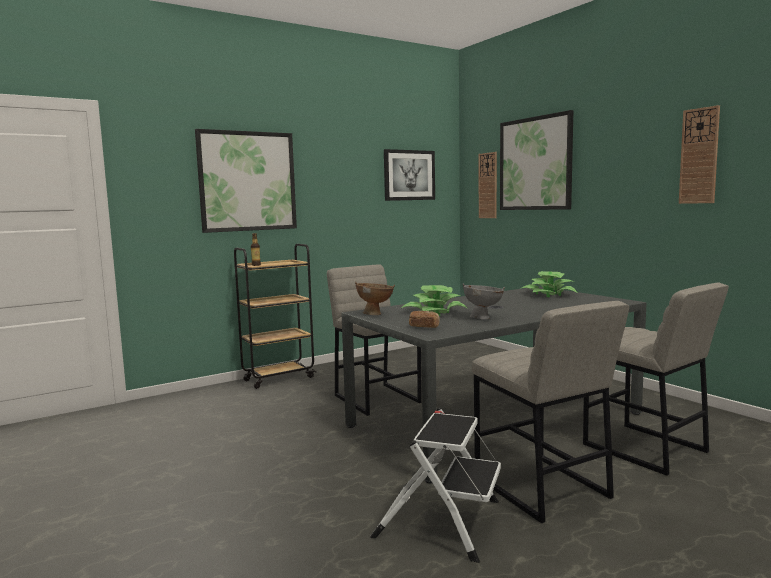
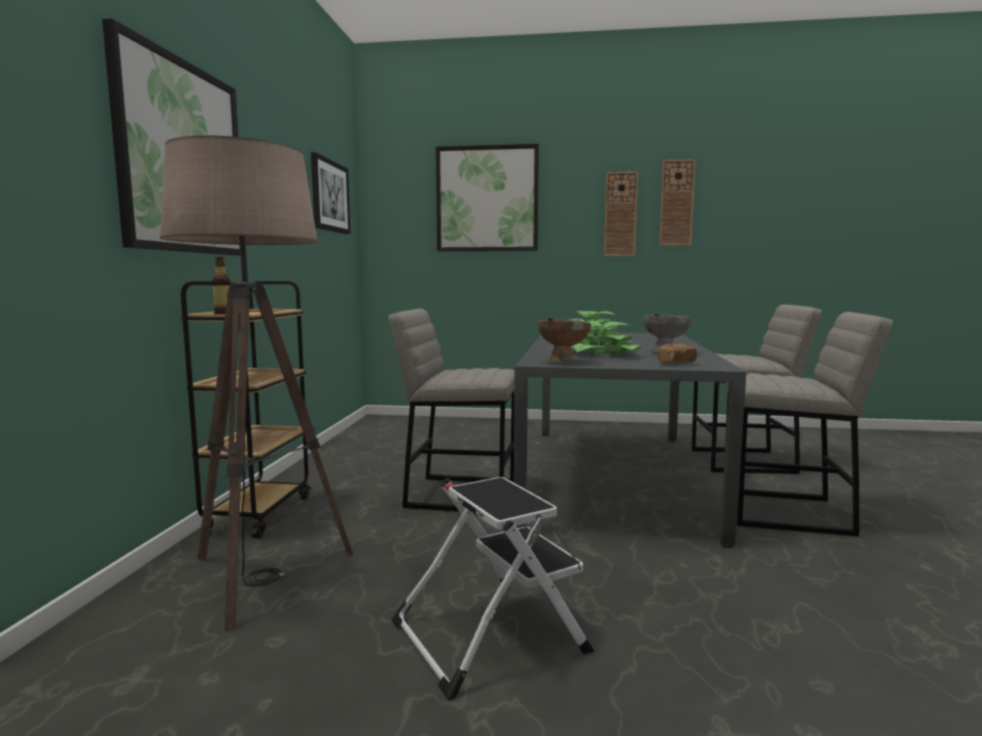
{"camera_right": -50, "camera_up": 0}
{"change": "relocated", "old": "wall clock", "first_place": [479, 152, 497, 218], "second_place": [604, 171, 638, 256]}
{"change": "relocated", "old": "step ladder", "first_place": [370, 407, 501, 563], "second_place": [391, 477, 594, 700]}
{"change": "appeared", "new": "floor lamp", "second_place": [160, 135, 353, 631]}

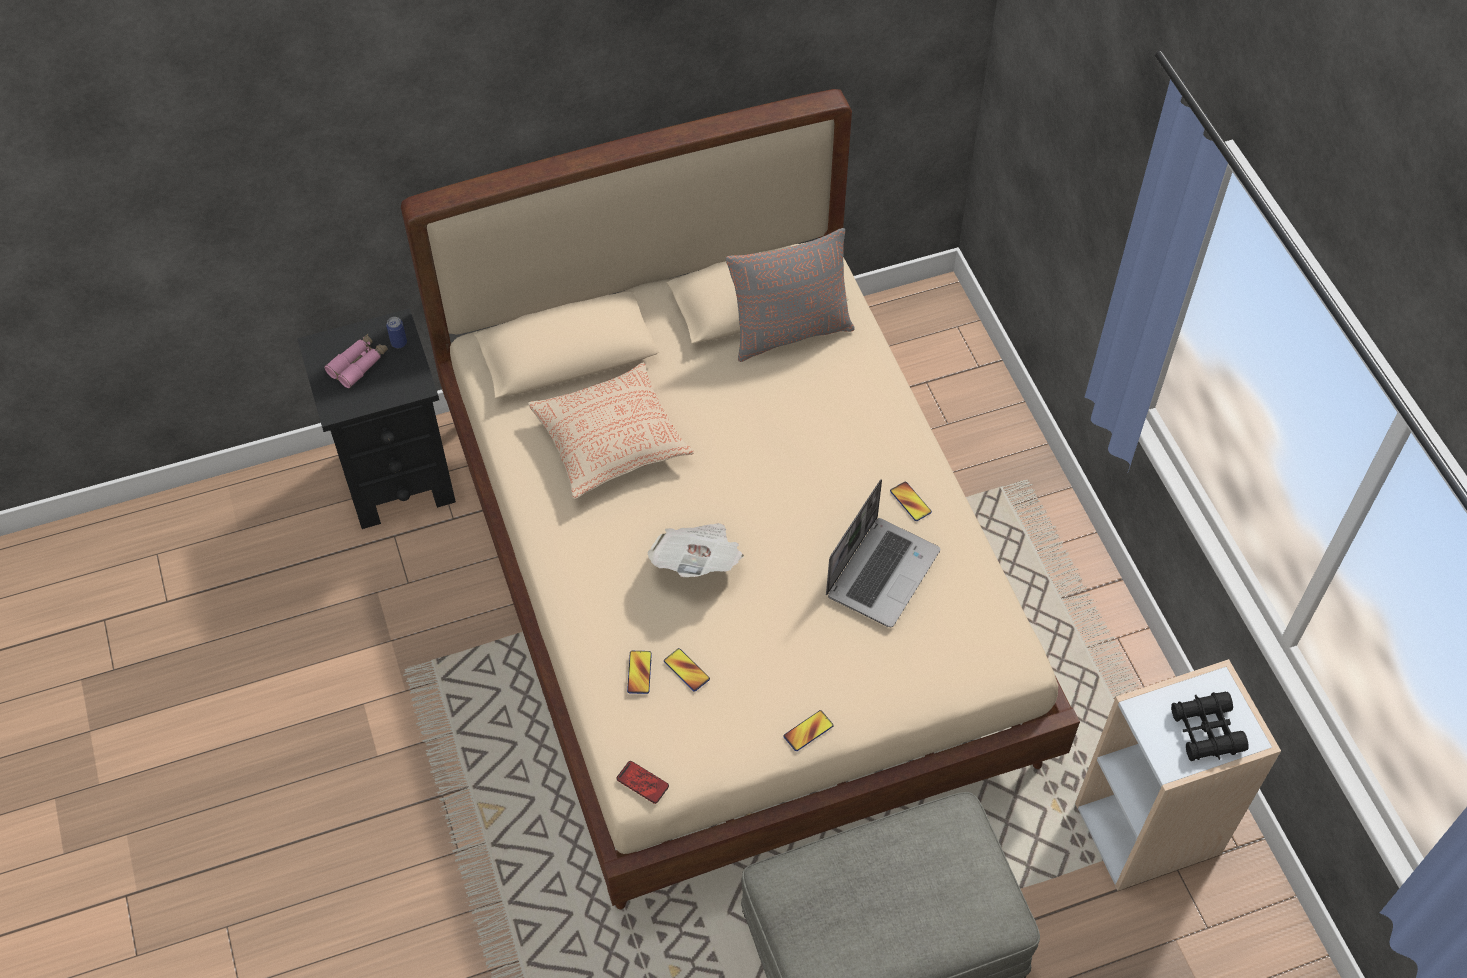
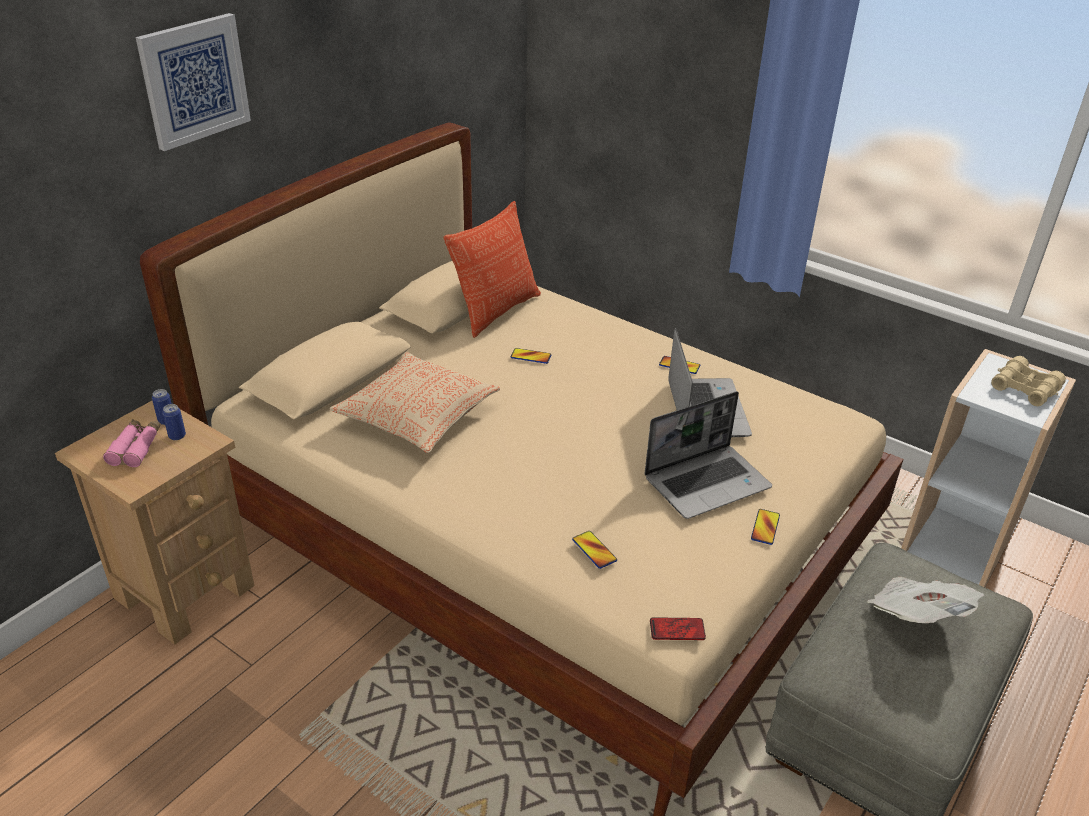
{"camera_right": -35, "camera_up": -20}
{"change": "colour", "old": "pillow (grey)", "new": "pillow (orange)", "first_place": [726, 228, 855, 362], "second_place": [444, 201, 541, 338]}
{"change": "colour", "old": "nightstand (black)", "new": "nightstand (beige)", "first_place": [297, 308, 456, 529], "second_place": [55, 401, 255, 645]}
{"change": "relocated", "old": "newspaper", "first_place": [647, 523, 744, 577], "second_place": [867, 577, 984, 623]}
{"change": "relocated", "old": "phone", "first_place": [664, 648, 710, 692], "second_place": [511, 348, 552, 364]}
{"change": "colour", "old": "binoculars (black)", "new": "binoculars (beige)", "first_place": [1171, 691, 1249, 761], "second_place": [991, 356, 1066, 406]}
{"change": "appeared", "new": "picture", "second_place": [136, 13, 251, 151]}
{"change": "appeared", "new": "laptop", "second_place": [645, 391, 772, 519]}
{"change": "appeared", "new": "can", "second_place": [162, 404, 186, 440]}

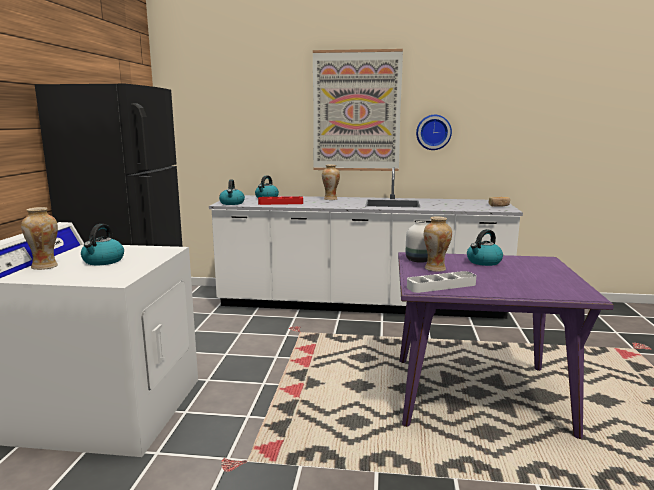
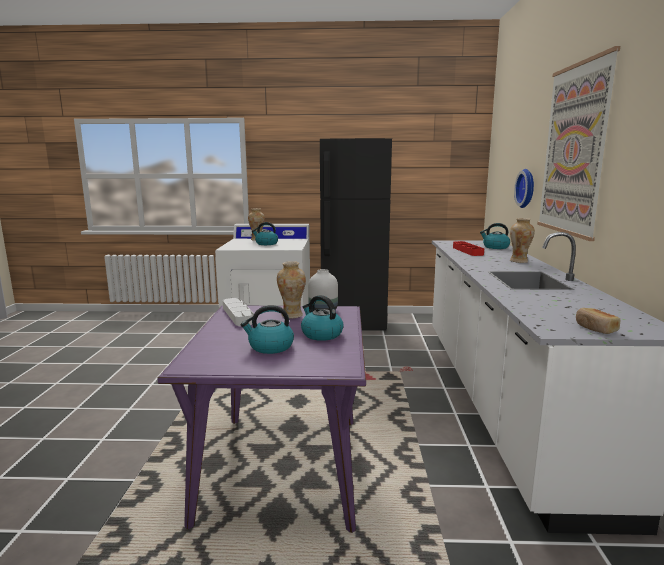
{"camera_right": 85, "camera_up": 0}
{"change": "relocated", "old": "wall clock", "first_place": [416, 115, 452, 150], "second_place": [514, 169, 534, 208]}
{"change": "relocated", "old": "kettle", "first_place": [219, 179, 245, 205], "second_place": [240, 305, 294, 354]}

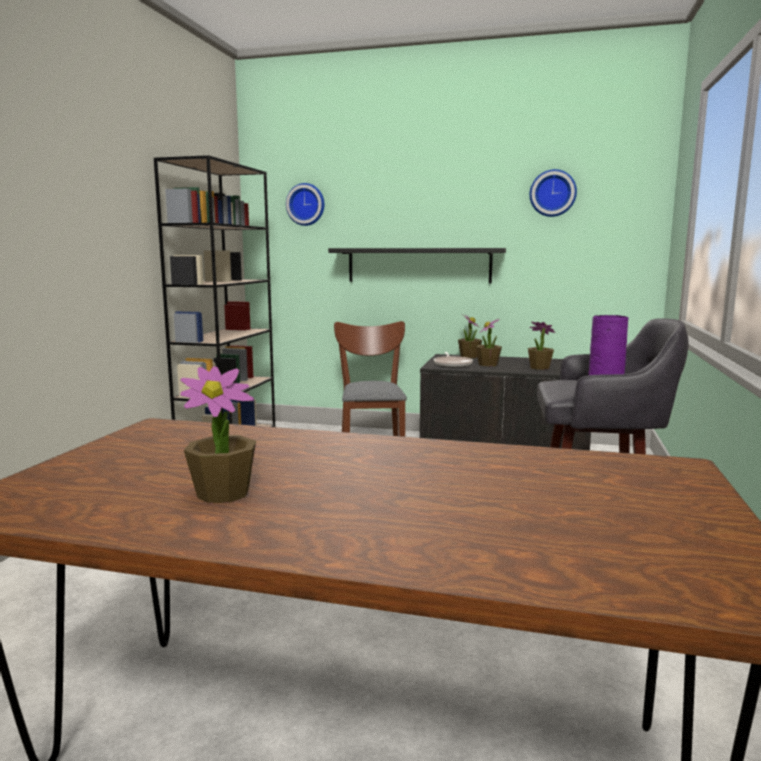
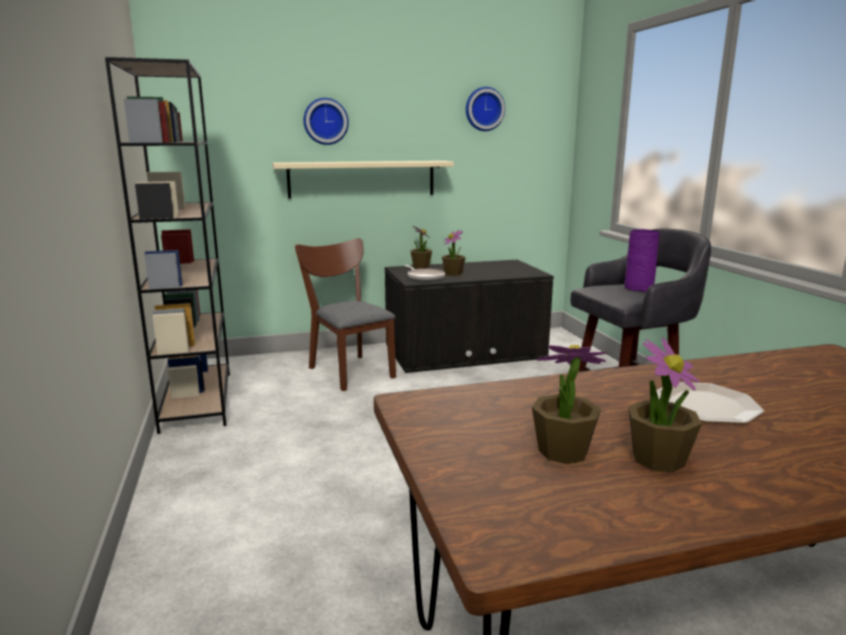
{"camera_right": -30, "camera_up": 5}
{"change": "relocated", "old": "wall clock", "first_place": [286, 183, 324, 226], "second_place": [303, 98, 349, 145]}
{"change": "colour", "old": "shelf (black)", "new": "shelf (beige)", "first_place": [328, 248, 506, 283], "second_place": [272, 161, 454, 199]}
{"change": "relocated", "old": "potted plant", "first_place": [528, 322, 556, 370], "second_place": [532, 345, 607, 464]}
{"change": "appeared", "new": "plate", "second_place": [656, 382, 764, 424]}

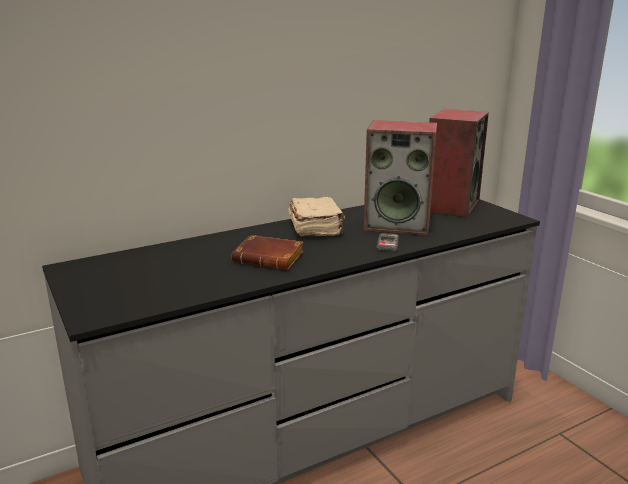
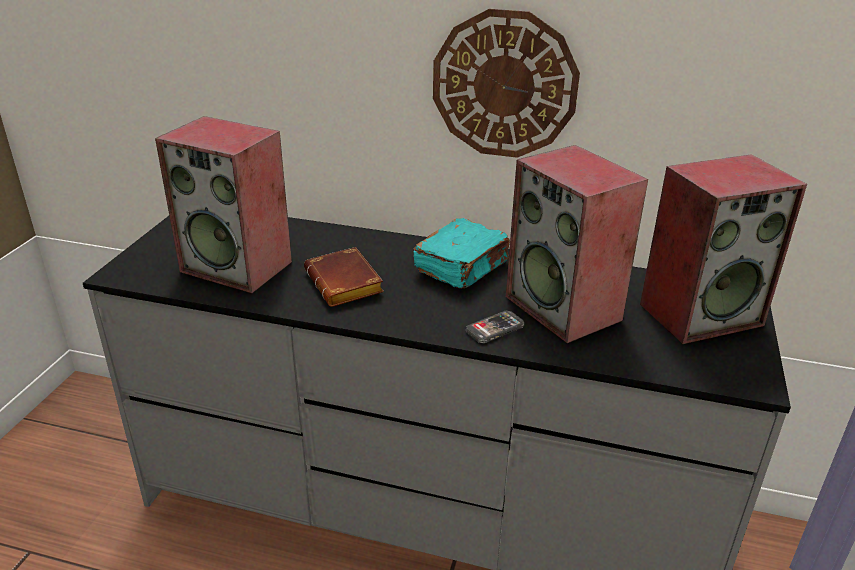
{"camera_right": 45, "camera_up": 10}
{"change": "colour", "old": "book (beige)", "new": "book (turquoise)", "first_place": [288, 197, 345, 236], "second_place": [413, 218, 510, 288]}
{"change": "appeared", "new": "wall clock", "second_place": [433, 9, 580, 158]}
{"change": "appeared", "new": "speaker", "second_place": [155, 116, 292, 293]}

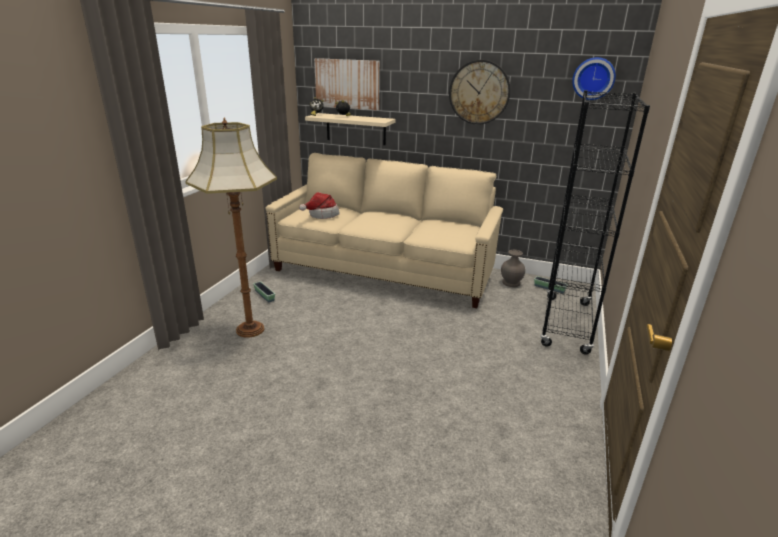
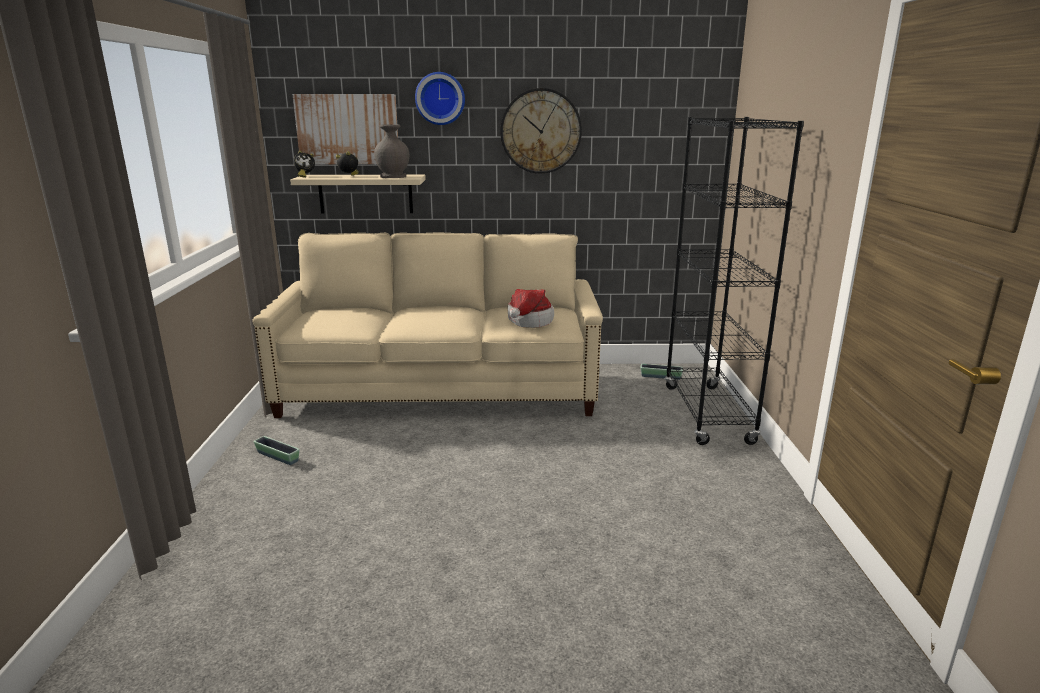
{"camera_right": -20, "camera_up": -5}
{"change": "relocated", "old": "wall clock", "first_place": [572, 57, 616, 100], "second_place": [415, 72, 465, 125]}
{"change": "missing", "old": "floor lamp", "first_place": [185, 118, 277, 338]}
{"change": "relocated", "old": "hat", "first_place": [299, 192, 340, 219], "second_place": [508, 289, 554, 328]}
{"change": "relocated", "old": "vase (grey)", "first_place": [501, 250, 526, 287], "second_place": [374, 124, 409, 178]}

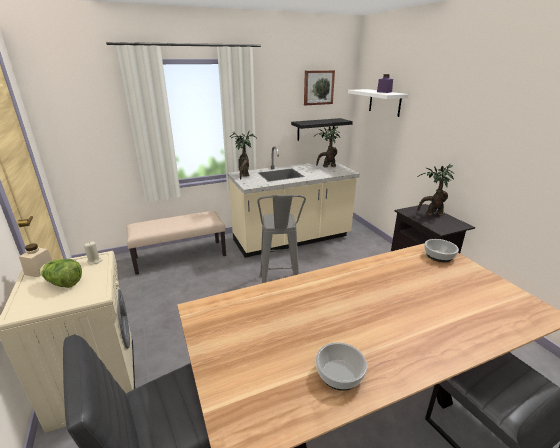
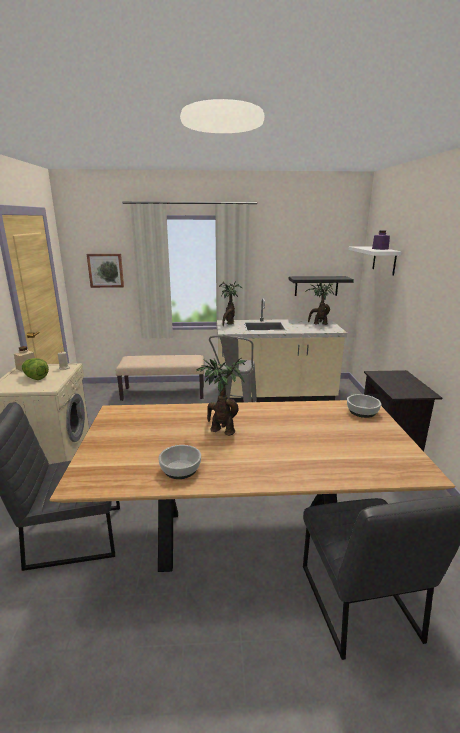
{"camera_right": 20, "camera_up": -5}
{"change": "relocated", "old": "picture", "first_place": [304, 70, 335, 105], "second_place": [87, 254, 124, 288]}
{"change": "relocated", "old": "potted plant", "first_place": [417, 164, 454, 216], "second_place": [196, 358, 246, 435]}

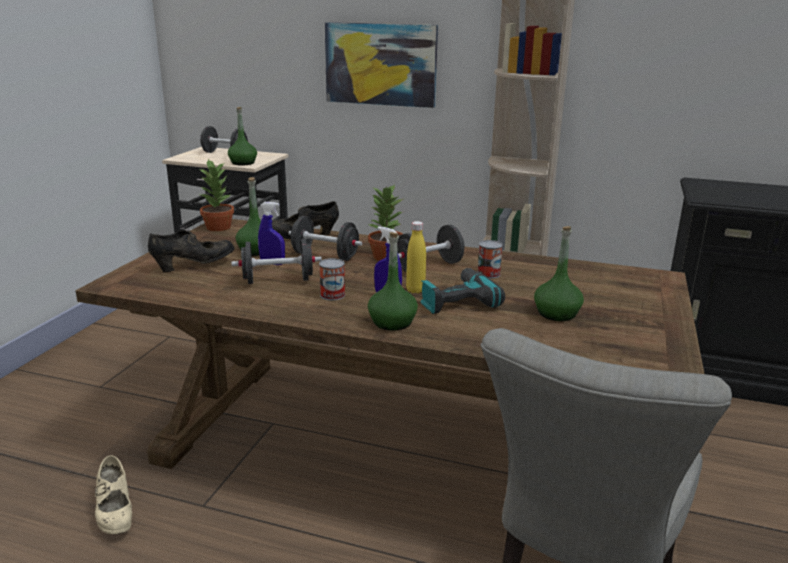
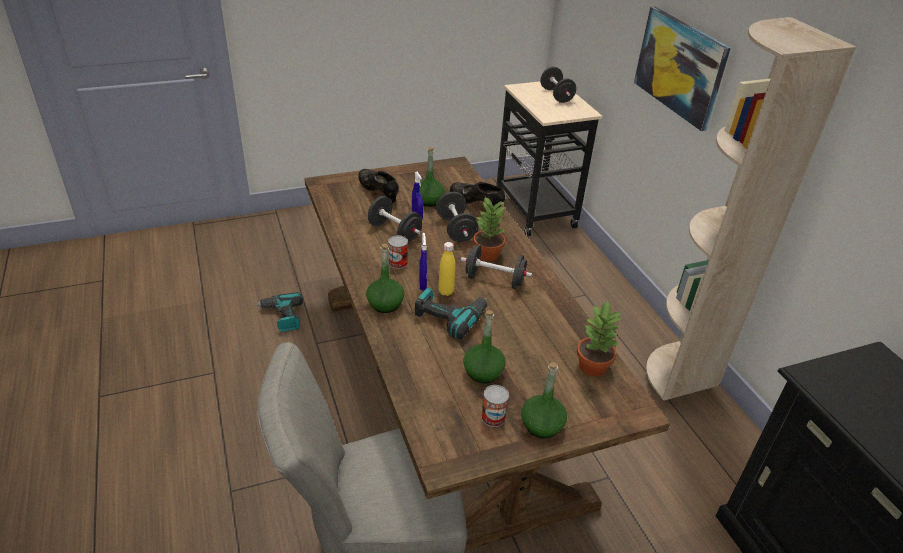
{"camera_right": 50, "camera_up": 15}
{"change": "relocated", "old": "bottle (green)", "first_place": [228, 107, 257, 166], "second_place": [521, 362, 567, 438]}
{"change": "relocated", "old": "potted plant", "first_place": [200, 159, 234, 231], "second_place": [577, 300, 622, 377]}
{"change": "spun", "old": "shoe (black)", "first_place": [148, 230, 235, 273], "second_place": [358, 169, 399, 203], "degrees": -150}
{"change": "relocated", "old": "can", "first_place": [478, 240, 503, 279], "second_place": [481, 385, 509, 427]}
{"change": "exchanged", "old": "shoe (beige)", "new": "power drill", "first_place": [95, 455, 132, 534], "second_place": [255, 292, 303, 332]}

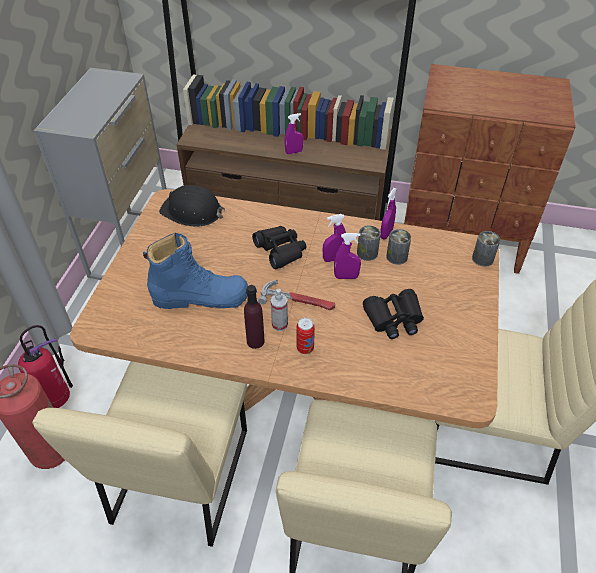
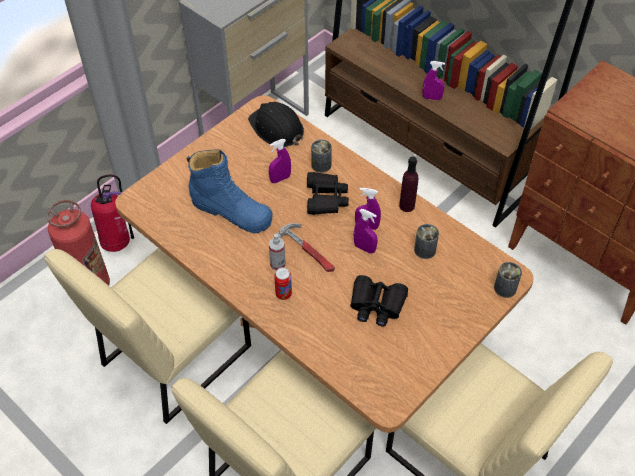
{"camera_right": 30, "camera_up": 5}
{"change": "relocated", "old": "spray bottle (purple)", "first_place": [380, 188, 397, 239], "second_place": [269, 139, 291, 183]}
{"change": "relocated", "old": "can", "first_place": [357, 225, 381, 261], "second_place": [311, 140, 332, 173]}
{"change": "relocated", "old": "bottle (purple)", "first_place": [244, 285, 265, 349], "second_place": [399, 156, 418, 212]}

